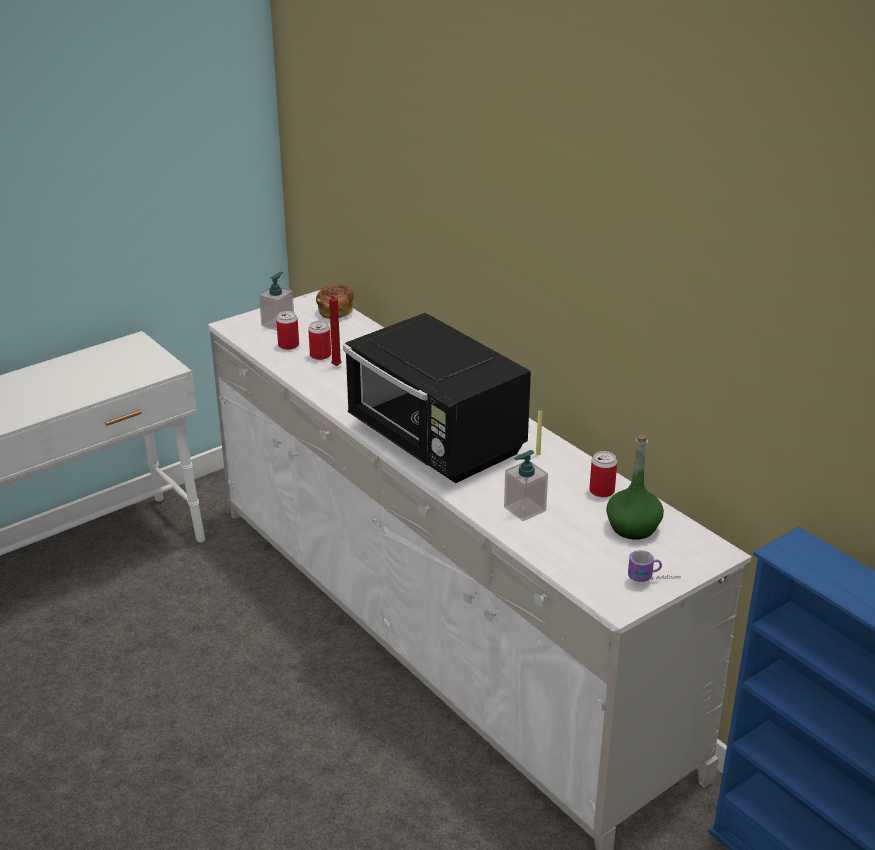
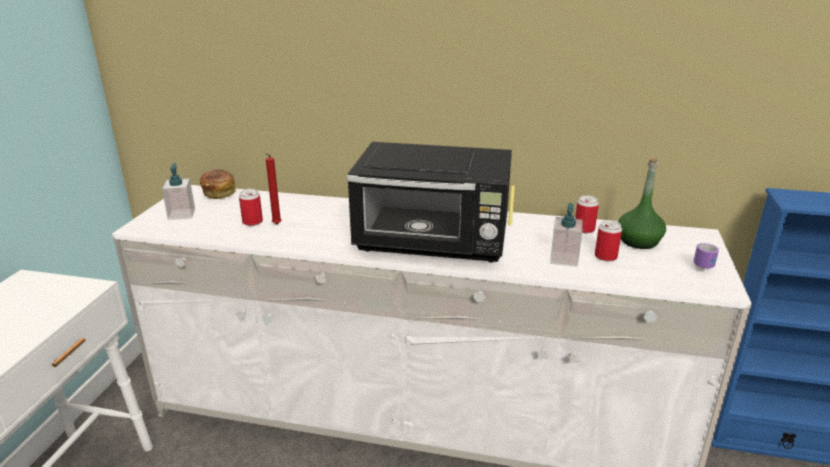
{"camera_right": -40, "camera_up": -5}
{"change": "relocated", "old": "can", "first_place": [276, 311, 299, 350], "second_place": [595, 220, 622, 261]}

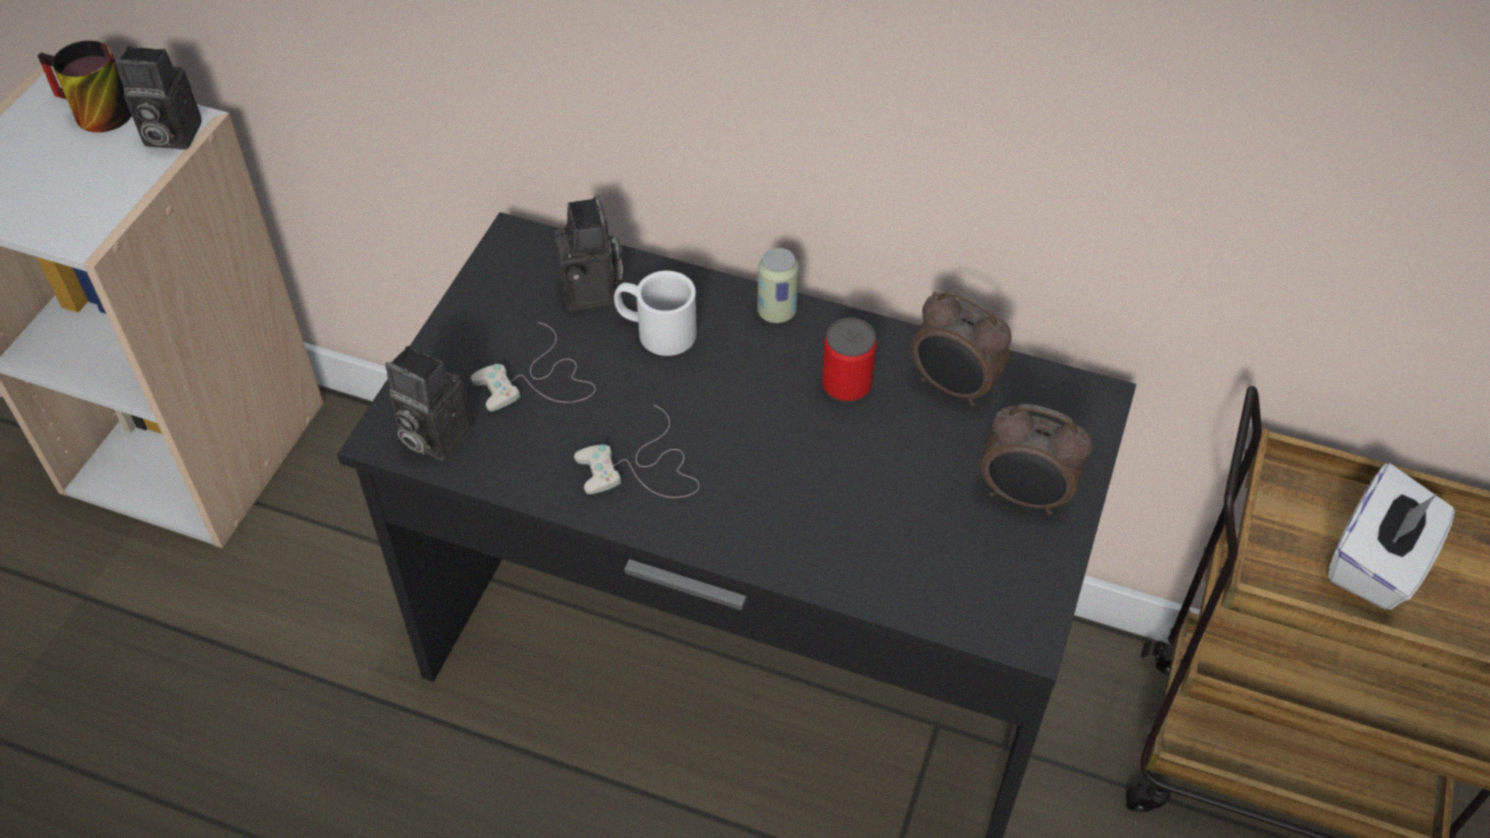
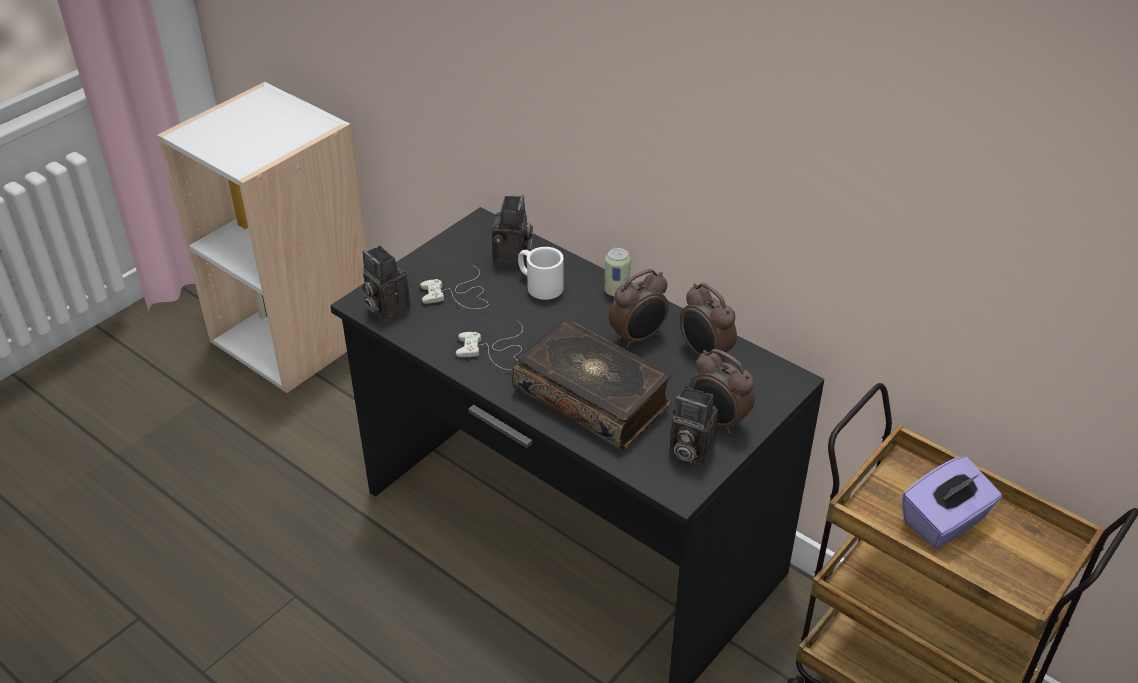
{"camera_right": 20, "camera_up": -10}
{"change": "missing", "old": "mug", "first_place": [37, 40, 132, 133]}
{"change": "relocated", "old": "photo camera", "first_place": [115, 46, 202, 149], "second_place": [669, 386, 718, 467]}
{"change": "exchanged", "old": "can", "new": "alarm clock", "first_place": [822, 318, 877, 403], "second_place": [609, 269, 669, 349]}
{"change": "colour", "old": "tissue box (white)", "new": "tissue box (purple)", "first_place": [1328, 463, 1455, 610], "second_place": [902, 456, 1002, 548]}
{"change": "appeared", "new": "book", "second_place": [511, 318, 671, 450]}

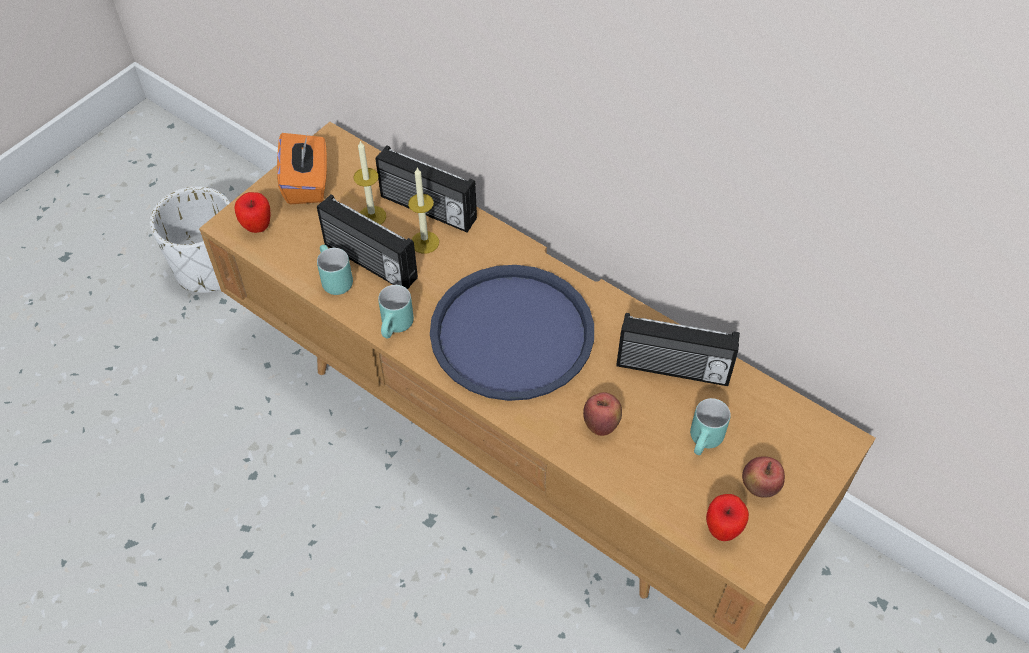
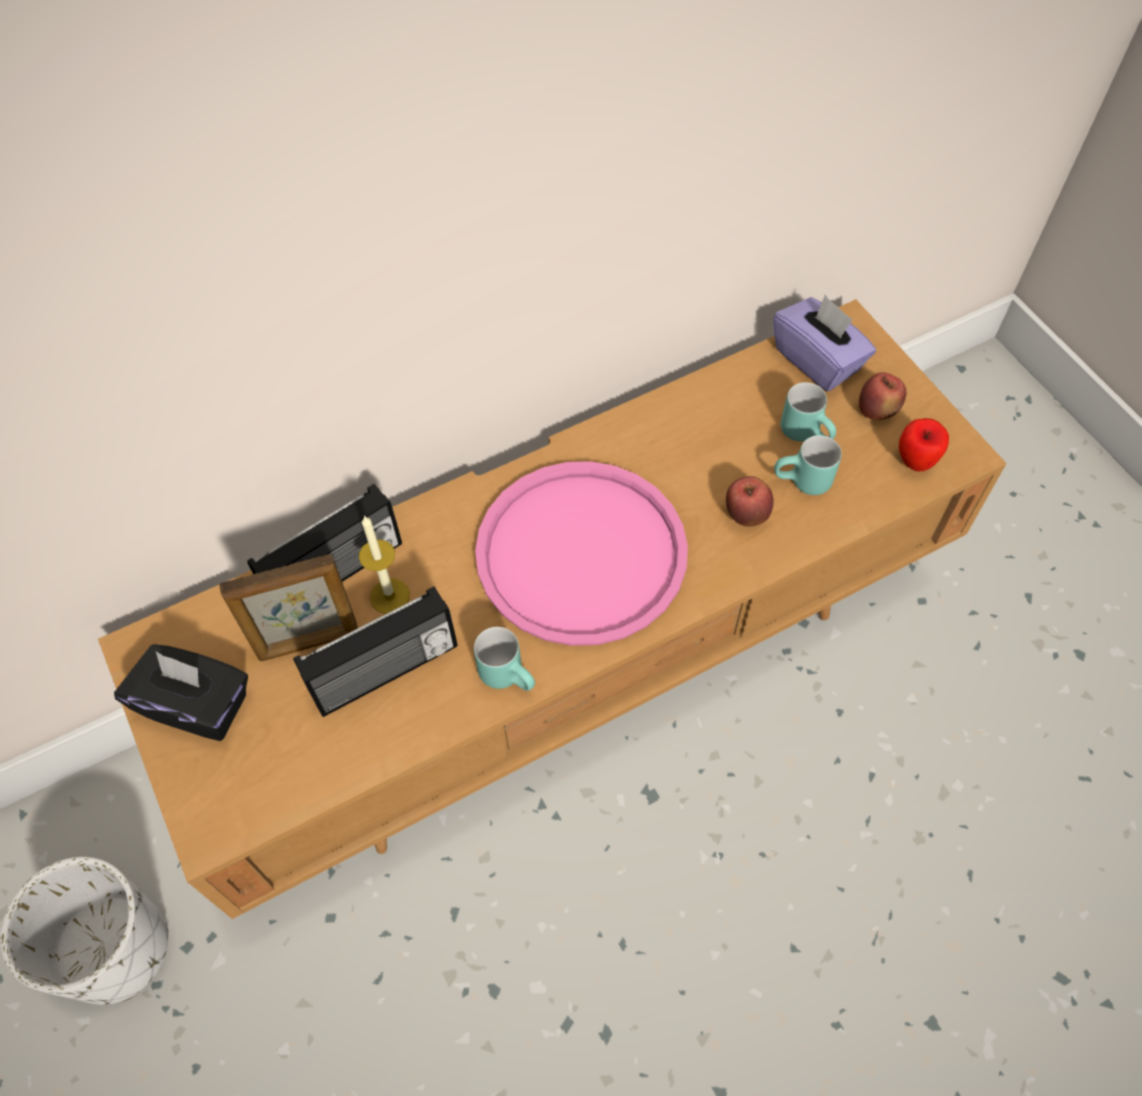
{"camera_right": -65, "camera_up": 5}
{"change": "colour", "old": "tissue box (orange)", "new": "tissue box (black)", "first_place": [277, 133, 327, 205], "second_place": [114, 644, 248, 741]}
{"change": "exchanged", "old": "candle", "new": "picture frame", "first_place": [354, 140, 386, 225], "second_place": [219, 554, 358, 661]}
{"change": "missing", "old": "apple", "first_place": [235, 192, 271, 233]}
{"change": "relocated", "old": "mug (turquoise)", "first_place": [317, 245, 353, 295], "second_place": [774, 435, 842, 495]}
{"change": "colour", "old": "tray (blue)", "new": "tray (pink)", "first_place": [430, 265, 594, 401], "second_place": [475, 461, 688, 646]}
{"change": "missing", "old": "radio", "first_place": [616, 313, 740, 386]}
{"change": "appeared", "new": "tissue box (purple)", "second_place": [773, 295, 876, 391]}

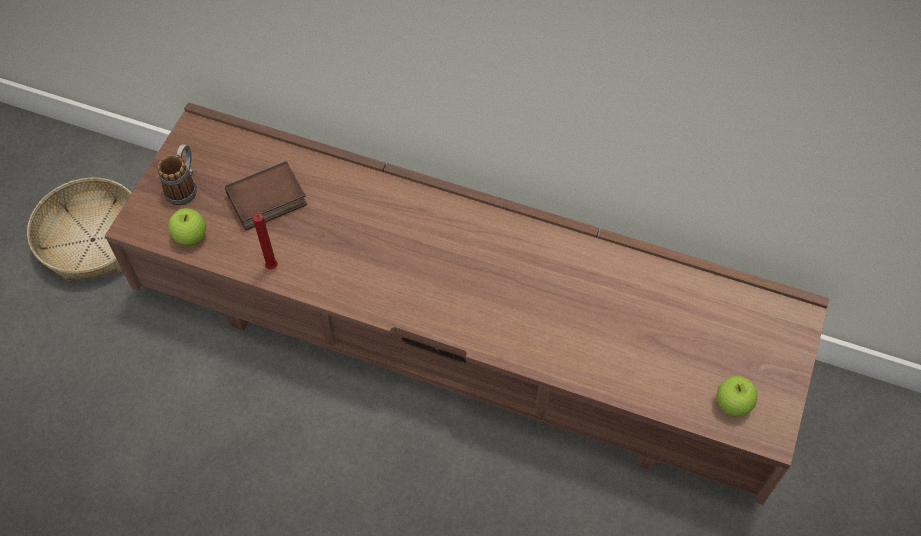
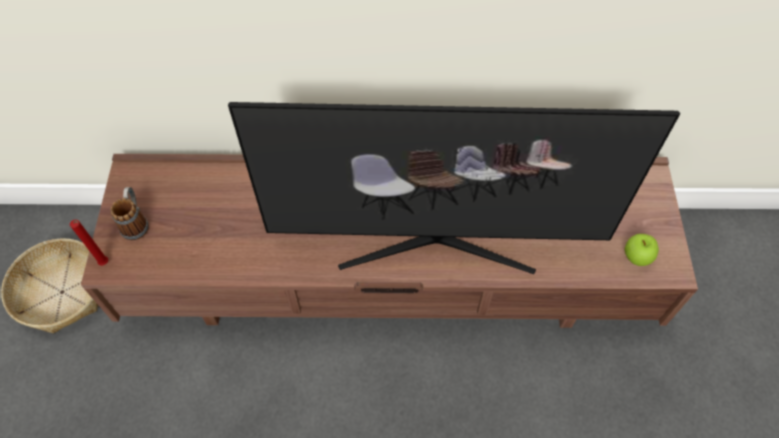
{"camera_right": -20, "camera_up": 0}
{"change": "missing", "old": "book", "first_place": [225, 161, 307, 230]}
{"change": "missing", "old": "apple", "first_place": [168, 208, 206, 245]}
{"change": "relocated", "old": "candle (red)", "first_place": [252, 213, 278, 270], "second_place": [70, 220, 108, 266]}
{"change": "appeared", "new": "television", "second_place": [228, 102, 680, 274]}

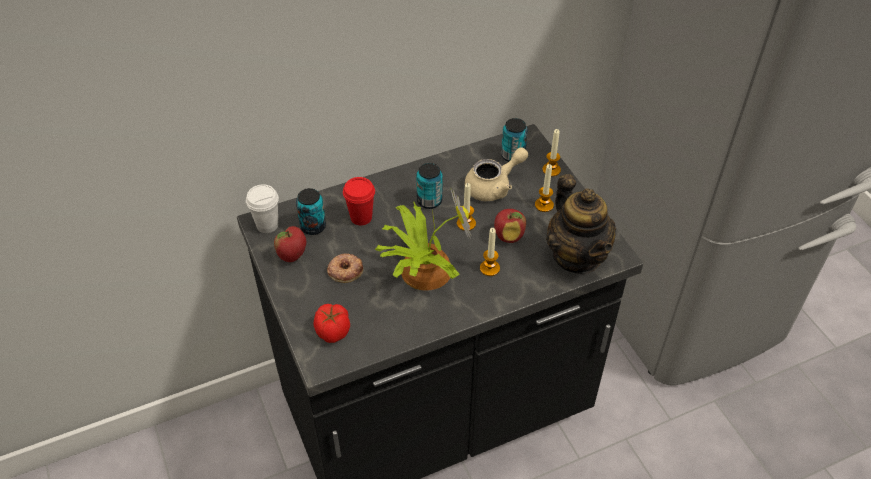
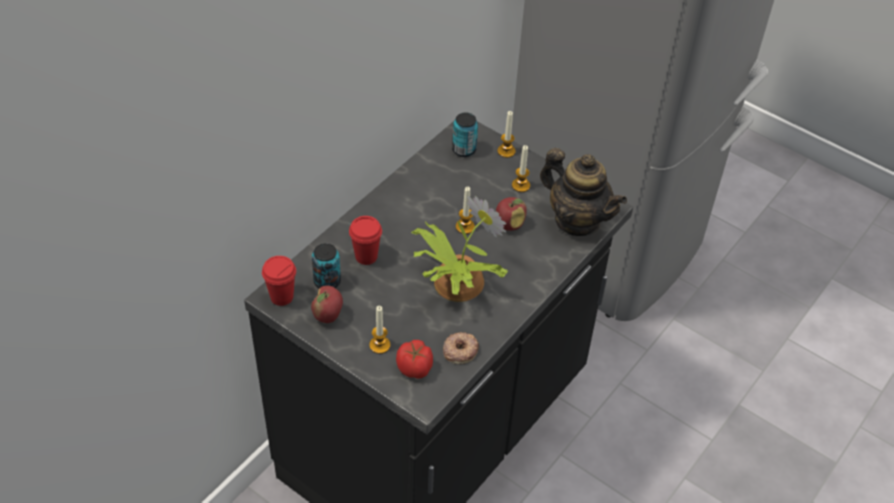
{"camera_right": -30, "camera_up": 0}
{"change": "missing", "old": "teapot (beige)", "first_place": [465, 147, 528, 201]}
{"change": "missing", "old": "can", "first_place": [416, 163, 443, 209]}
{"change": "colour", "old": "cup (white)", "new": "cup (red)", "first_place": [246, 184, 279, 233], "second_place": [262, 256, 296, 306]}
{"change": "relocated", "old": "candle", "first_place": [480, 228, 500, 276], "second_place": [369, 306, 390, 354]}
{"change": "relocated", "old": "donut", "first_place": [327, 253, 363, 283], "second_place": [443, 332, 479, 364]}

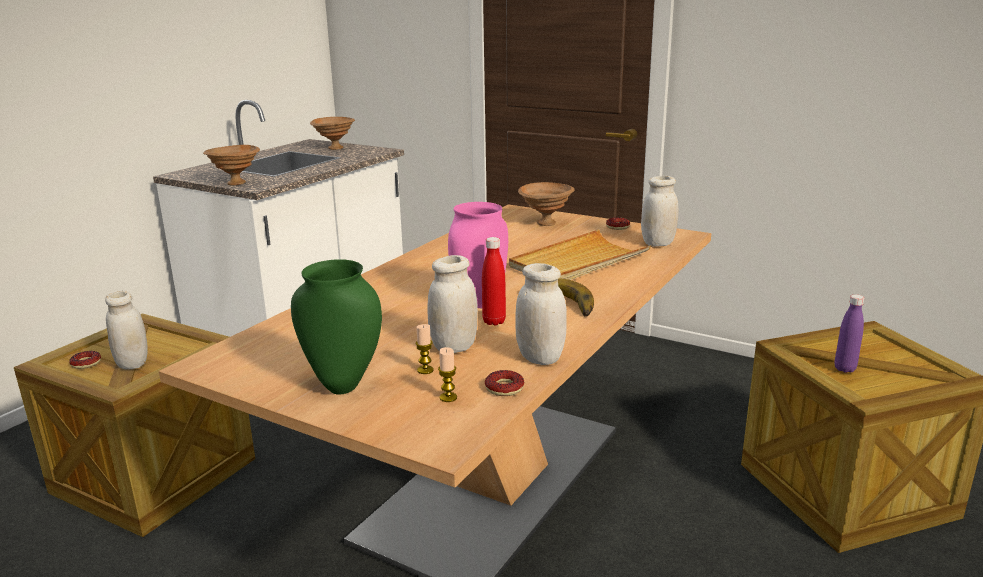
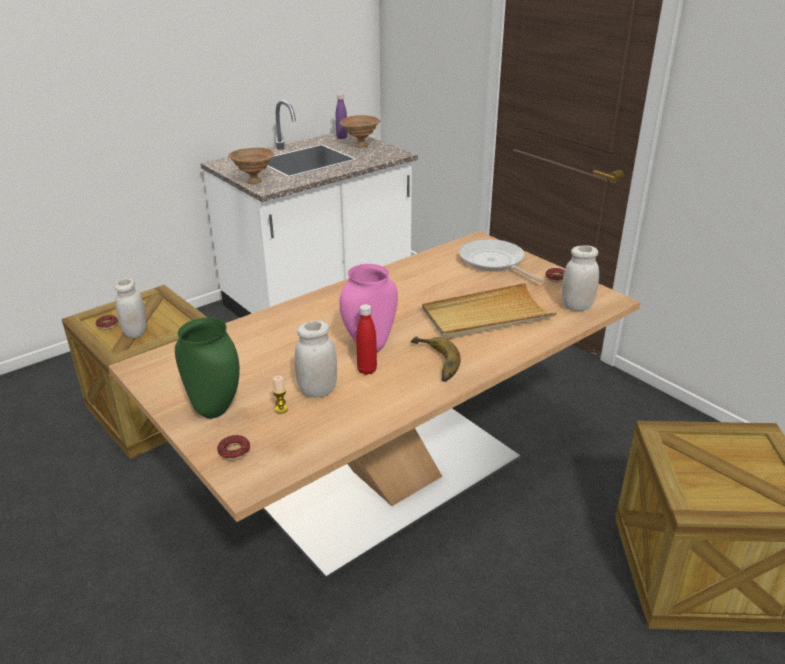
{"camera_right": 20, "camera_up": 10}
{"change": "exchanged", "old": "bowl (brown)", "new": "frying pan", "first_place": [518, 182, 575, 226], "second_place": [459, 239, 542, 282]}
{"change": "missing", "old": "jar (white)", "first_place": [515, 263, 567, 365]}
{"change": "relocated", "old": "bottle (purple)", "first_place": [835, 294, 864, 373], "second_place": [336, 94, 348, 139]}
{"change": "missing", "old": "candle", "first_place": [438, 347, 457, 402]}
{"change": "relocated", "old": "donut", "first_place": [485, 370, 524, 396], "second_place": [217, 435, 250, 461]}

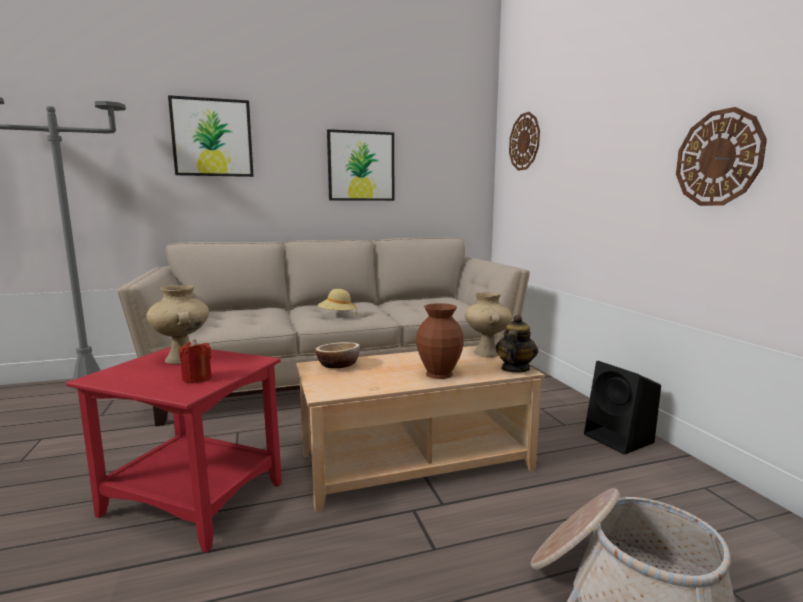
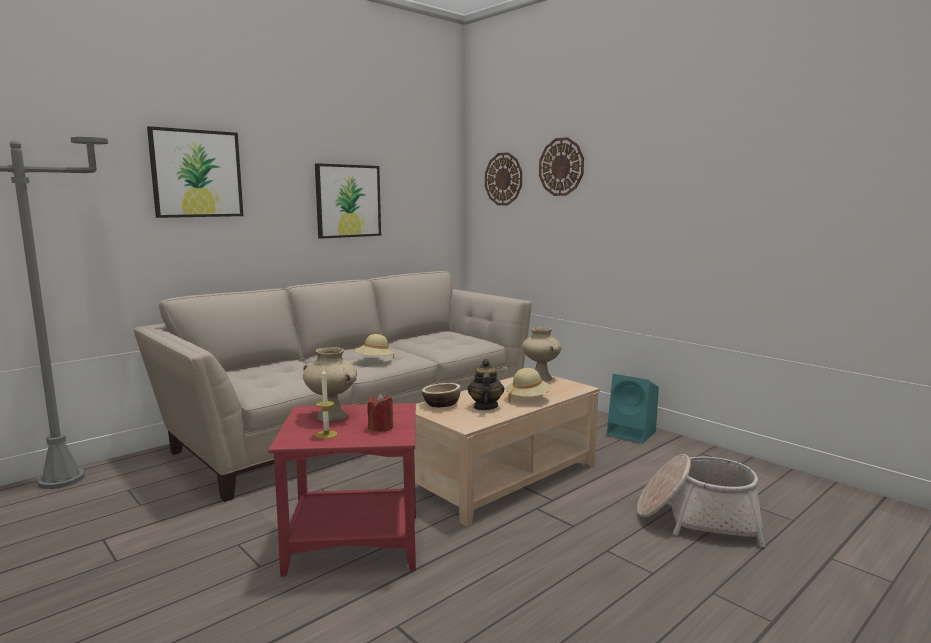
{"camera_right": -25, "camera_up": 0}
{"change": "relocated", "old": "wall clock", "first_place": [676, 107, 767, 206], "second_place": [539, 137, 584, 196]}
{"change": "exchanged", "old": "vase (brown)", "new": "hat (beige)", "first_place": [416, 303, 464, 379], "second_place": [506, 368, 552, 403]}
{"change": "relocated", "old": "teapot", "first_place": [496, 315, 538, 373], "second_place": [467, 359, 505, 410]}
{"change": "colour", "old": "speaker (black)", "new": "speaker (turquoise)", "first_place": [584, 361, 661, 455], "second_place": [607, 374, 659, 443]}
{"change": "appeared", "new": "candle", "second_place": [316, 368, 338, 439]}

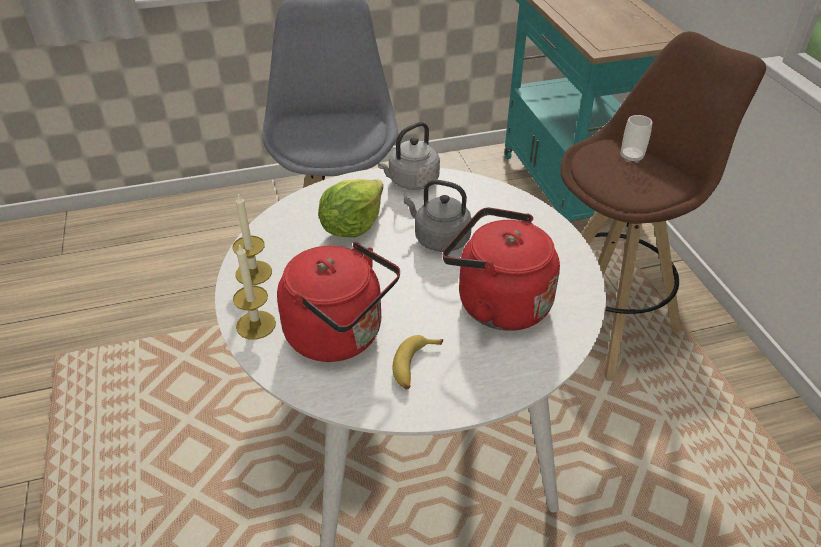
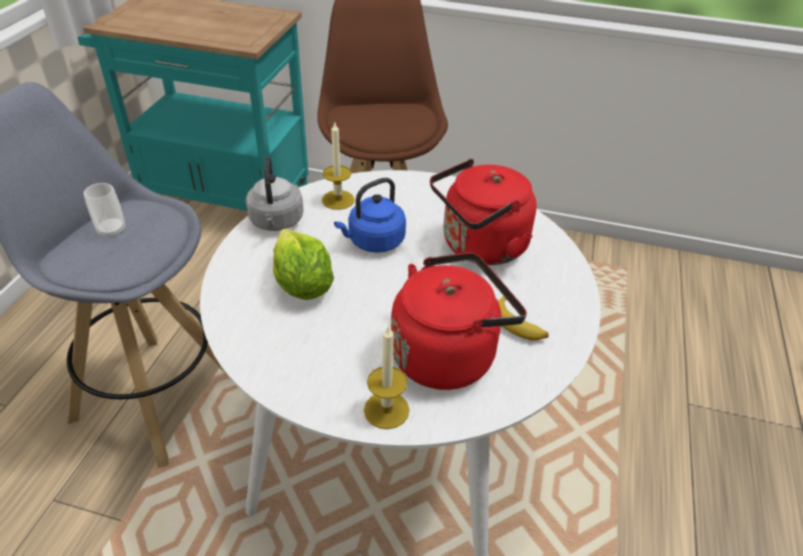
{"camera_right": -60, "camera_up": 0}
{"change": "relocated", "old": "cup", "first_place": [620, 115, 653, 163], "second_place": [83, 183, 125, 238]}
{"change": "colour", "old": "kettle (grey)", "new": "kettle (blue)", "first_place": [404, 179, 471, 252], "second_place": [334, 178, 406, 253]}
{"change": "relocated", "old": "candle", "first_place": [232, 193, 272, 285], "second_place": [322, 121, 354, 210]}

